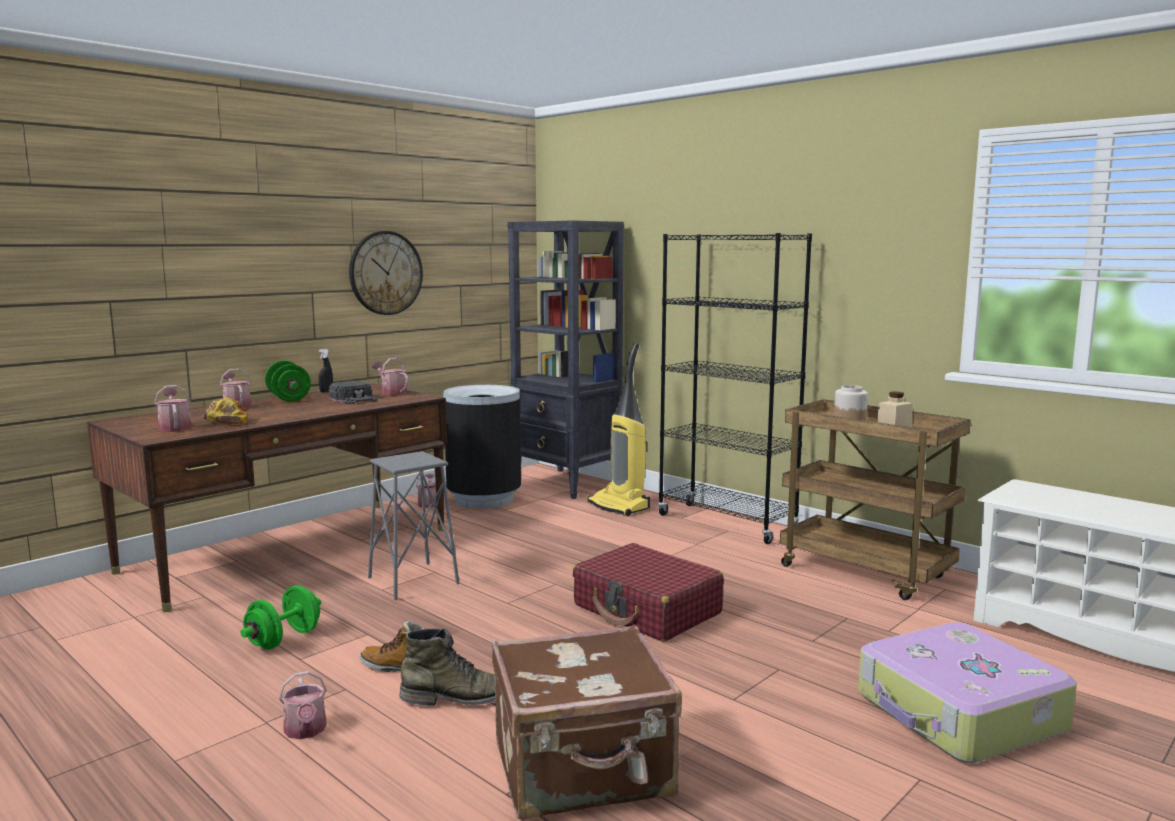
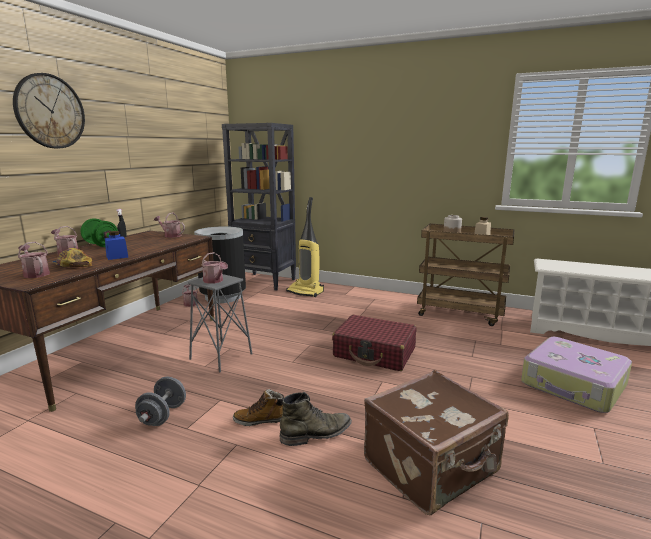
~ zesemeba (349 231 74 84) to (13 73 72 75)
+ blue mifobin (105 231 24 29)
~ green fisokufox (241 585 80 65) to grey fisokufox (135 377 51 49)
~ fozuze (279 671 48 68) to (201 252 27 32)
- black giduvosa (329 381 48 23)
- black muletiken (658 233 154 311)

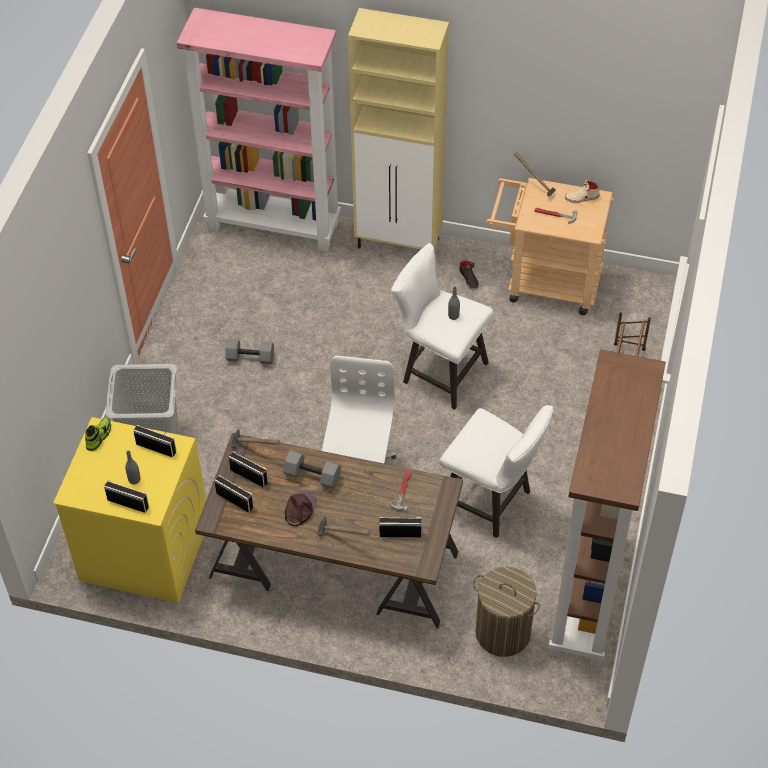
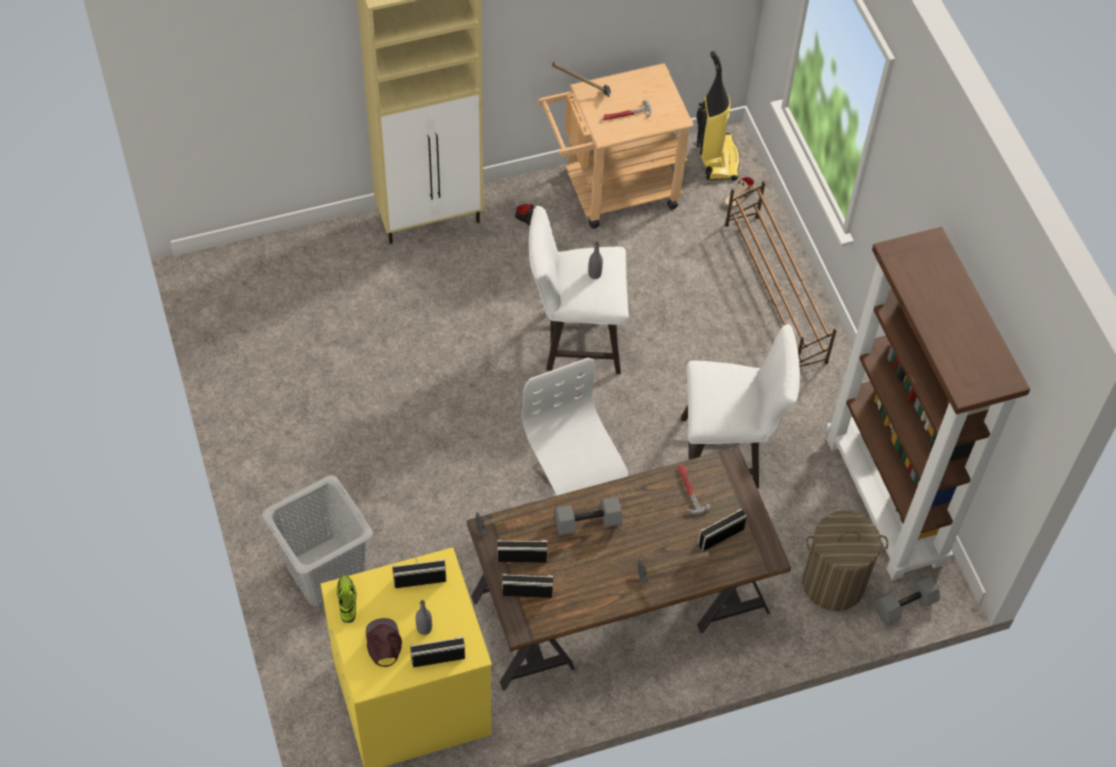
~ brown giduvosa (285 492 32 34) to (366 618 36 49)
+ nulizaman (696 51 44 130)
~ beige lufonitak (565 180 35 23) to (724 177 31 31)
~ grey fisokufox (225 339 49 25) to (874 576 66 47)
- pink muletiken (177 8 164 243)

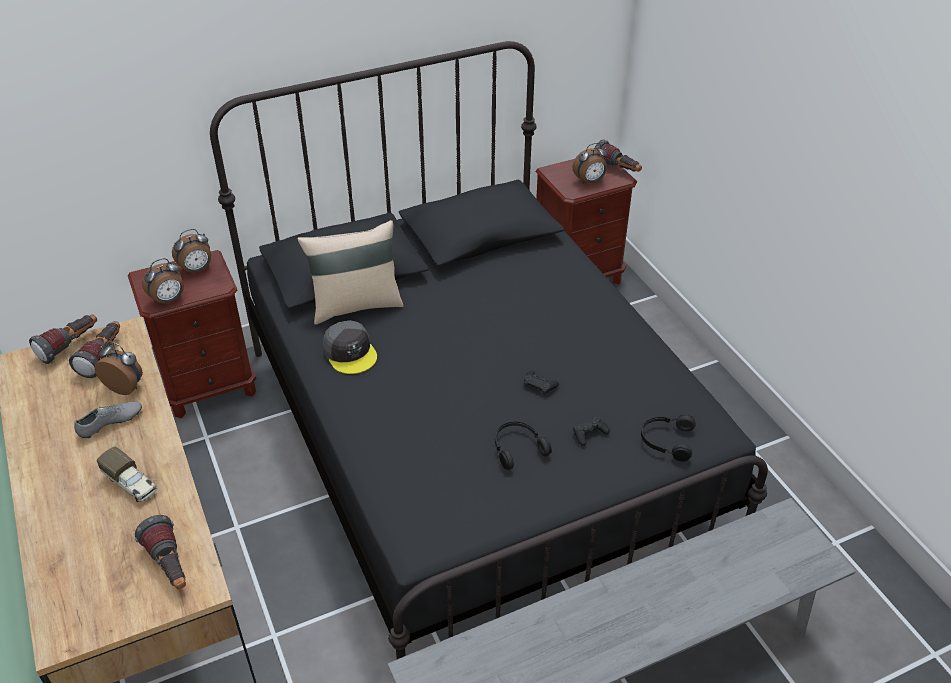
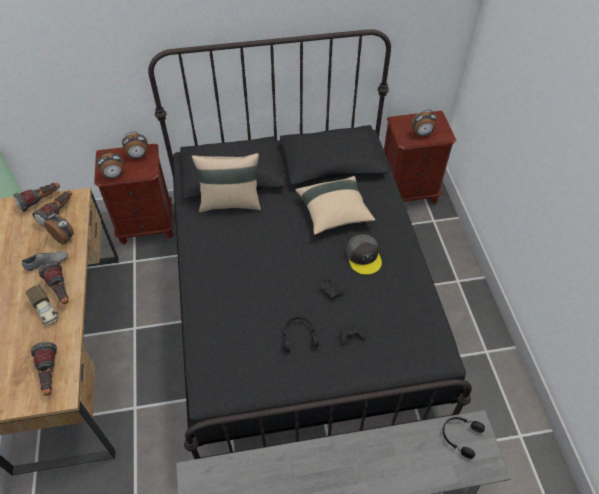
~ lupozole (594 140 48 32) to (39 262 30 42)
+ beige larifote (295 176 80 59)
~ grey giduvosa (323 320 54 54) to (346 234 36 41)
~ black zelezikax (641 414 55 48) to (443 417 42 42)

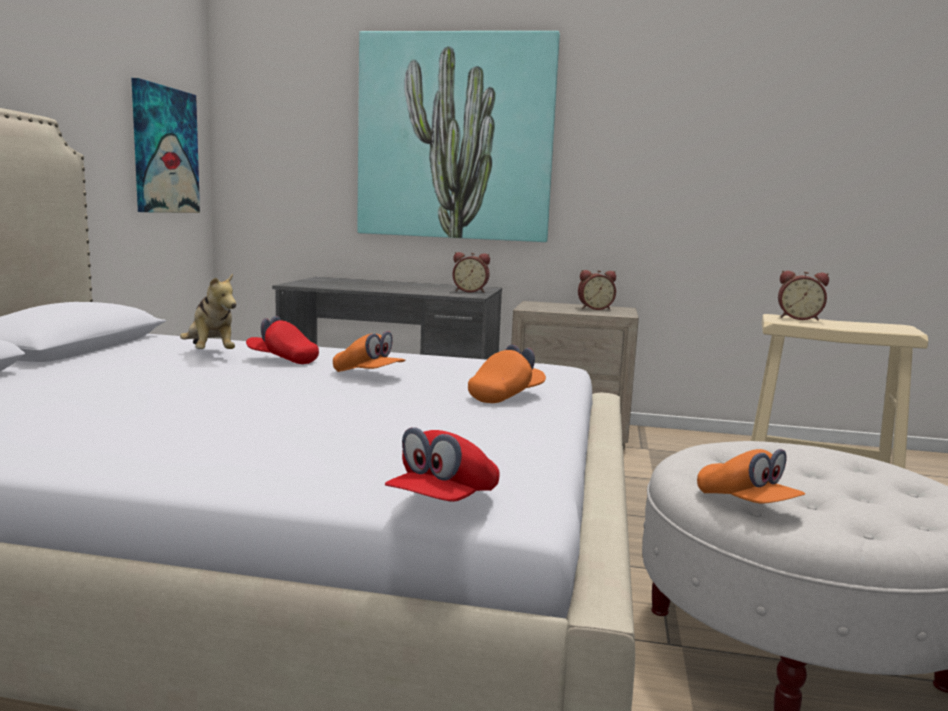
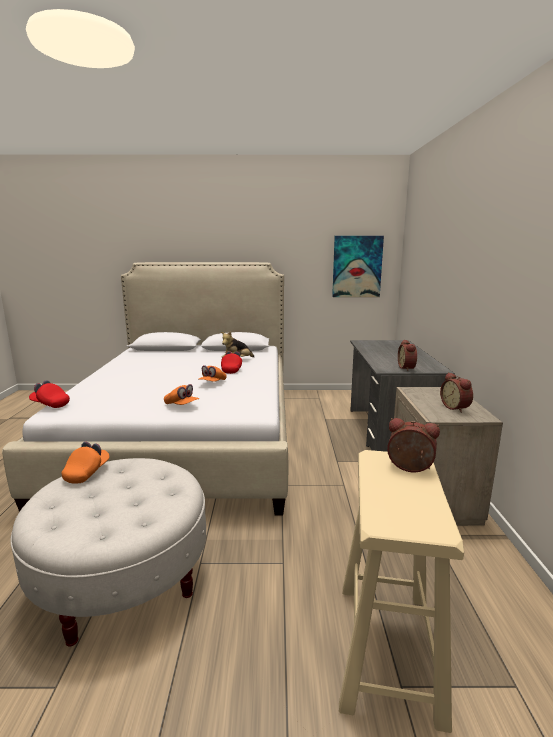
~ orange giduvosa (697 449 108 55) = (61 442 48 42) 150 degrees clockwise
~ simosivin (778 271 51 50) = (387 418 53 54) 105 degrees clockwise
- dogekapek (357 31 203 211)

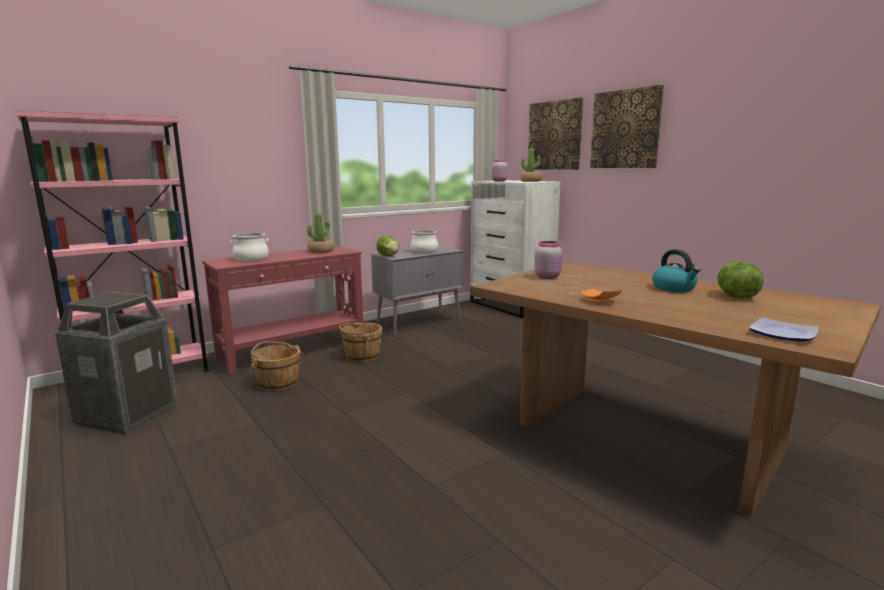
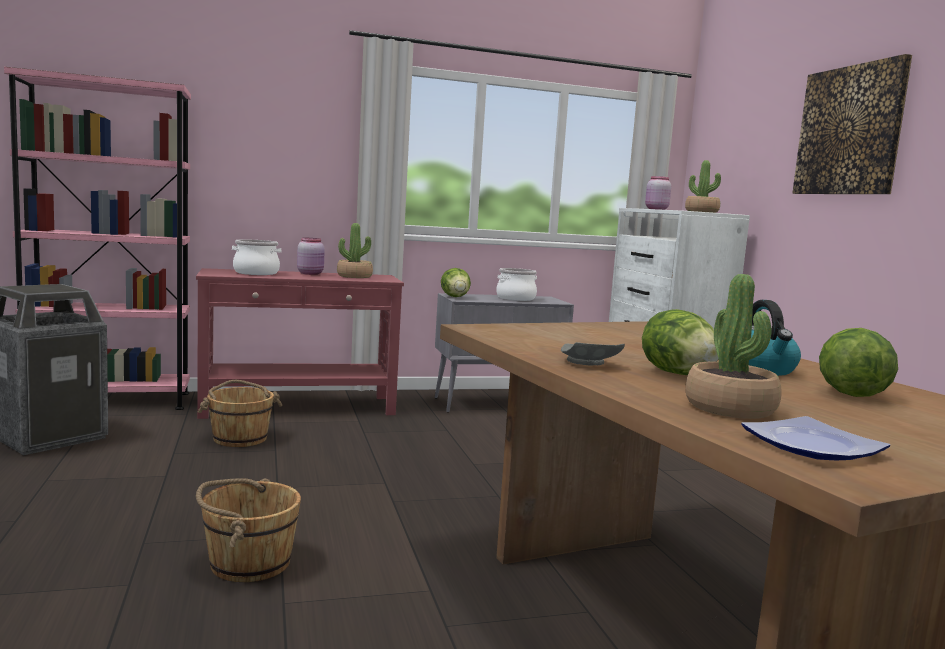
~ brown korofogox (338 322 44 40) to (196 478 105 104)
~ pink mifobin (534 241 28 38) to (297 238 28 37)
~ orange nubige (581 287 41 16) to grey nubige (561 342 64 24)
+ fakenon (642 309 77 66)
+ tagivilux (686 274 95 145)
- dogekapek (528 97 56 73)

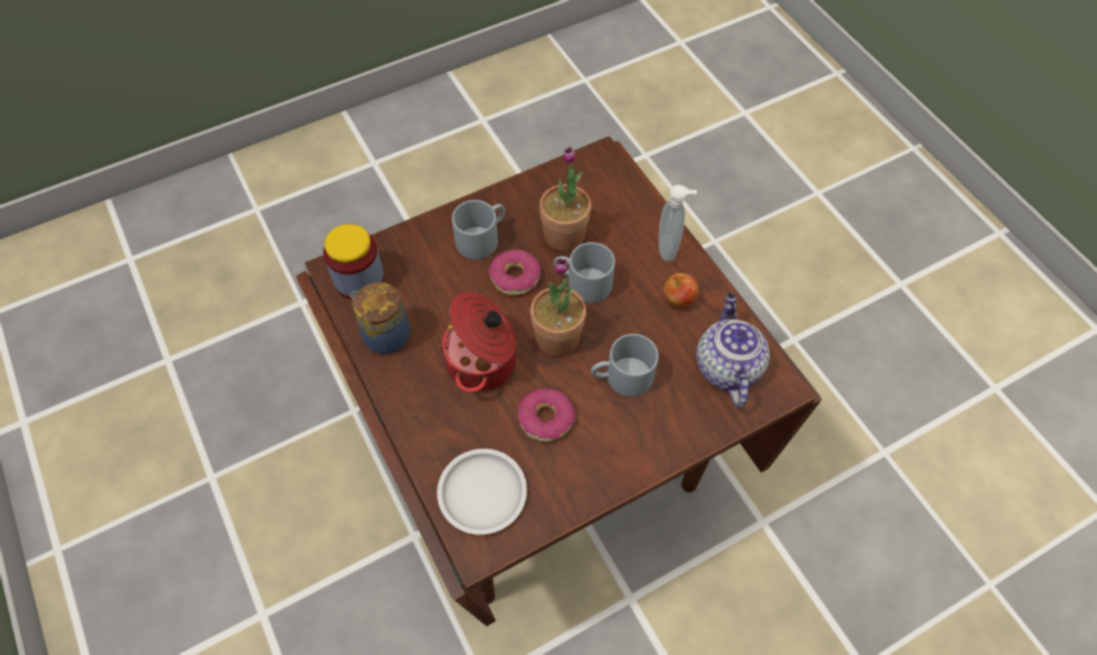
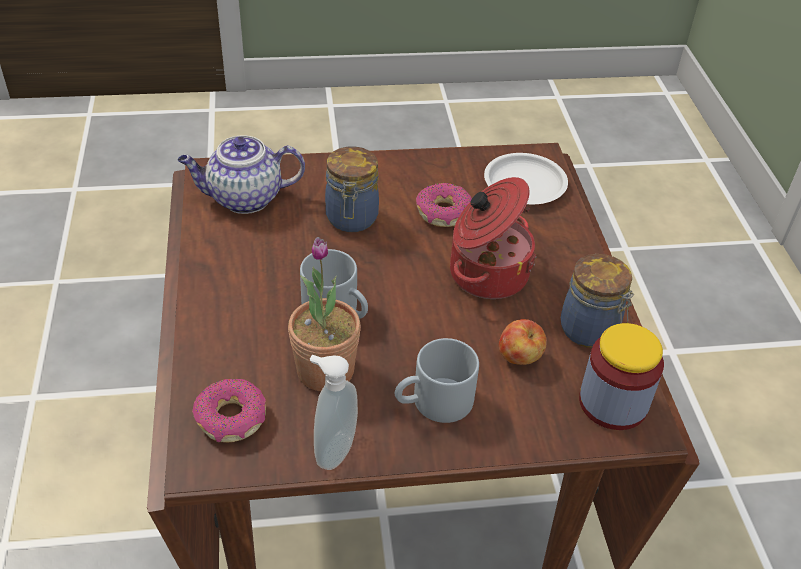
~ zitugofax (696 293 74 114) = (178 136 127 78) 60 degrees clockwise
~ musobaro (488 249 53 46) to (192 379 74 63)
~ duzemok (658 185 39 76) to (310 355 48 115)
~ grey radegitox (591 334 68 63) to mifobin (325 147 54 85)
~ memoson (664 273 35 34) to (499 319 48 46)
- tagivilux (530 258 56 98)

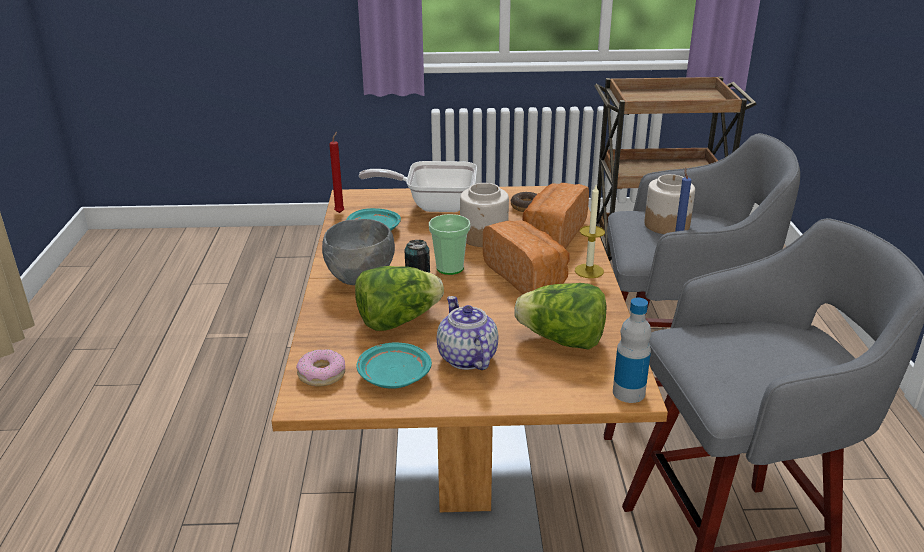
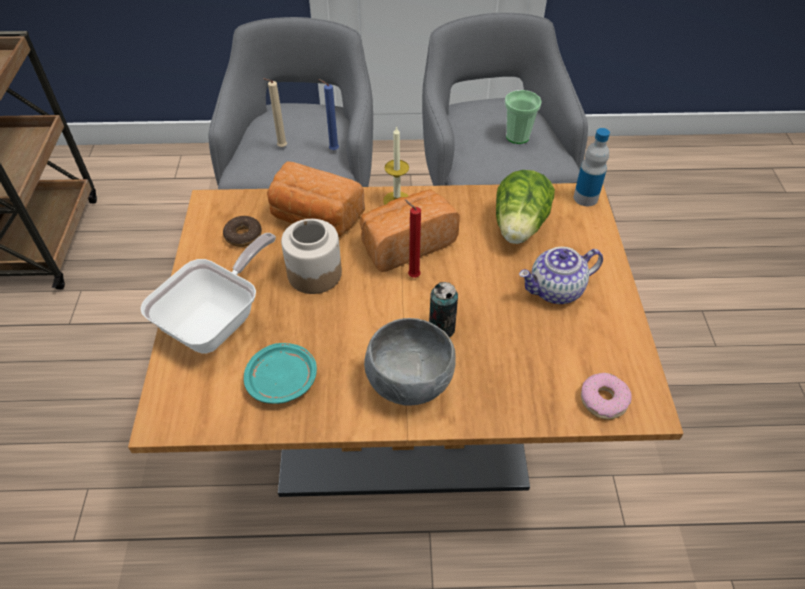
~ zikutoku (359 161 118 51) = (140 233 136 120) 150 degrees counterclockwise
~ mifobin (644 174 51 60) to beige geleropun (263 78 24 69)
~ red geleropun (329 132 16 81) to (404 199 17 79)
~ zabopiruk (429 214 41 61) to (505 90 37 54)
- fakenon (355 266 89 65)
- turquoise nubige (356 343 76 46)

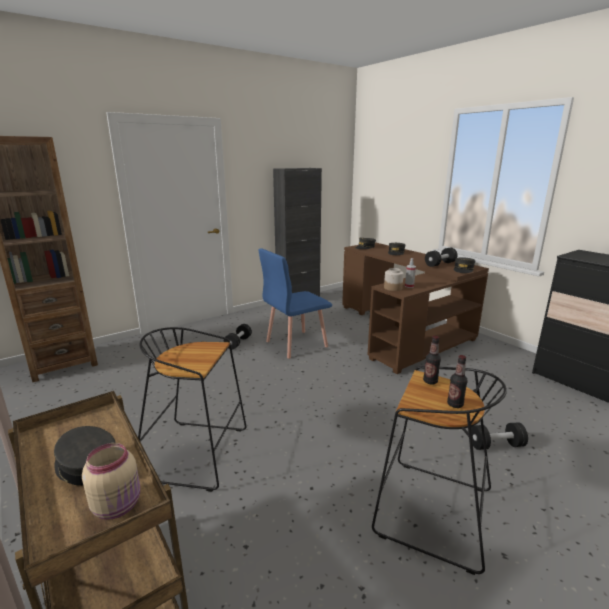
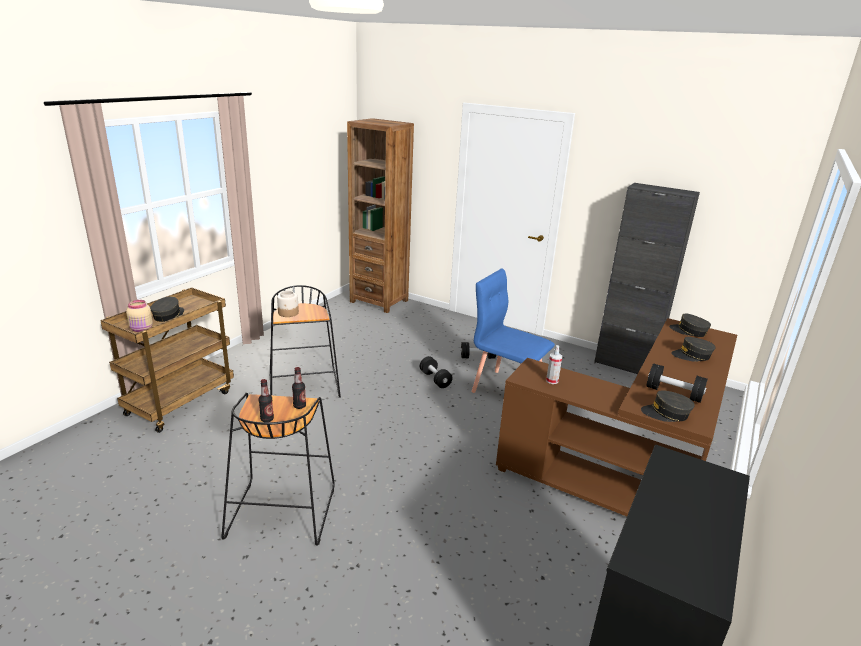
~ mifobin (384 268 20 23) to (277 291 22 26)
~ black fisokufox (471 422 57 28) to (420 356 33 32)

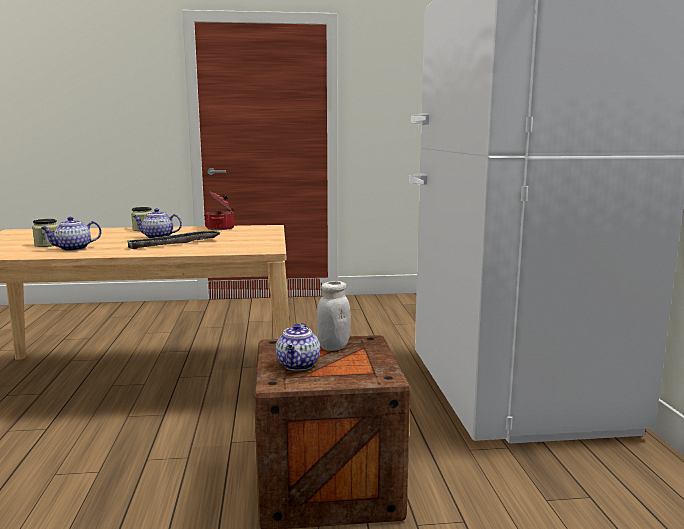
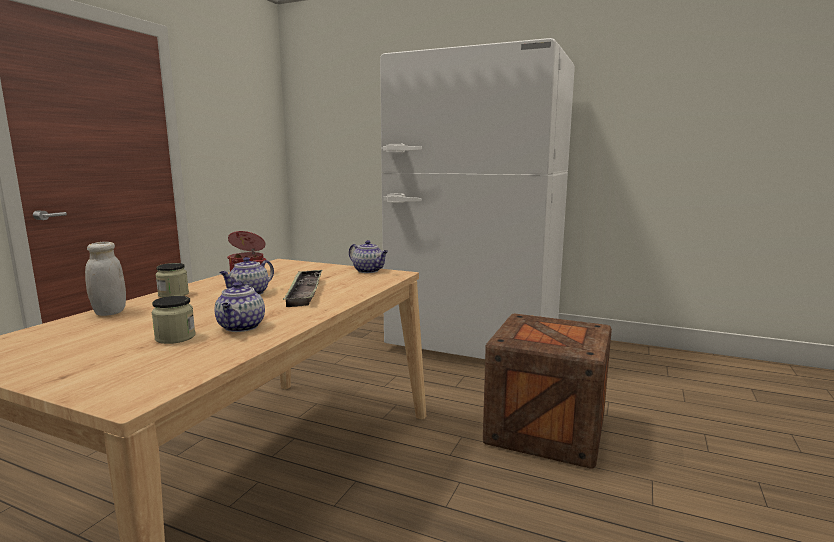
~ white mifobin (316 281 35 70) to (85 242 41 74)
~ zitugofax (276 323 44 48) to (349 240 39 33)

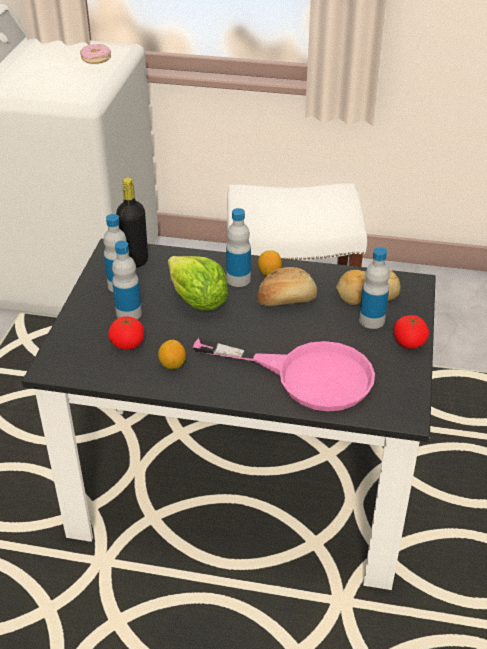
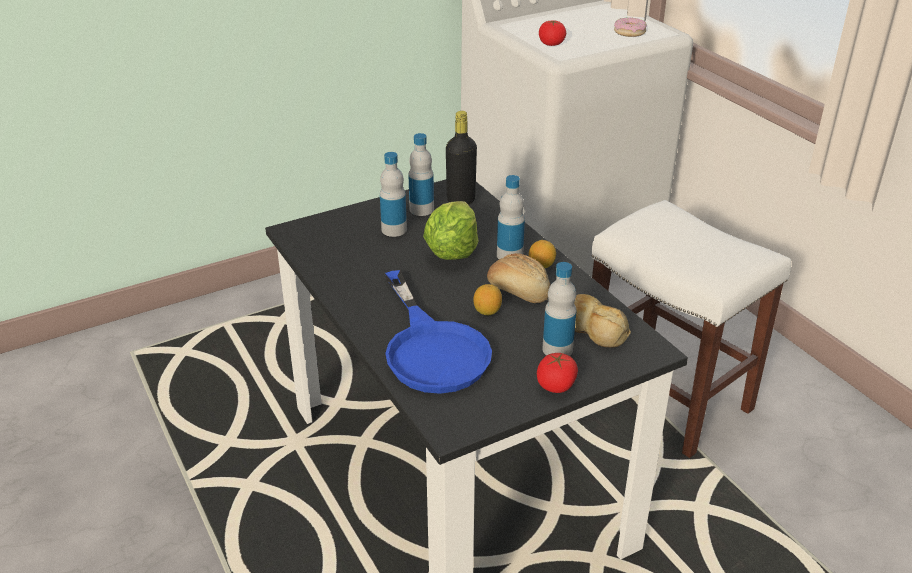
~ pink zikutoku (193 338 182 73) to blue zikutoku (385 270 107 124)
~ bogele (158 340 28 30) to (473 284 29 31)
~ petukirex (108 316 36 34) to (539 20 27 26)

